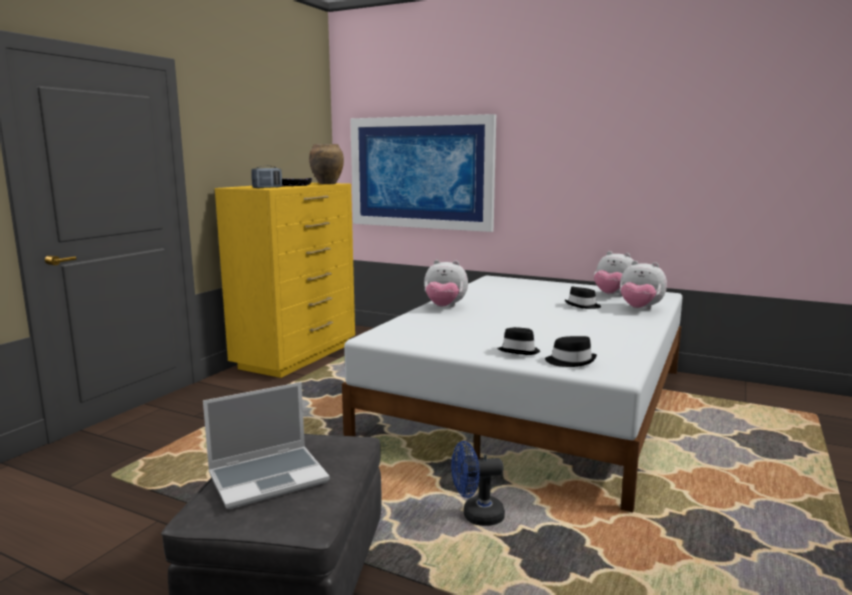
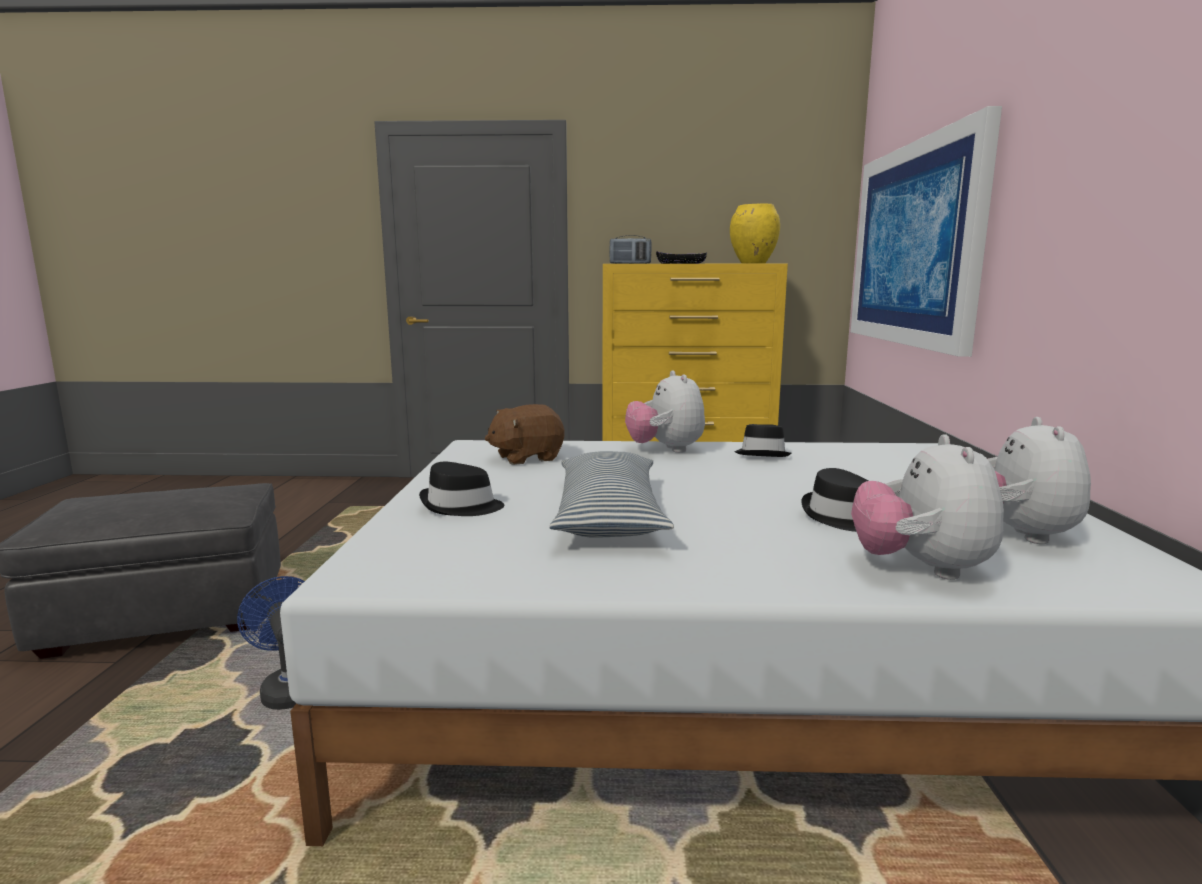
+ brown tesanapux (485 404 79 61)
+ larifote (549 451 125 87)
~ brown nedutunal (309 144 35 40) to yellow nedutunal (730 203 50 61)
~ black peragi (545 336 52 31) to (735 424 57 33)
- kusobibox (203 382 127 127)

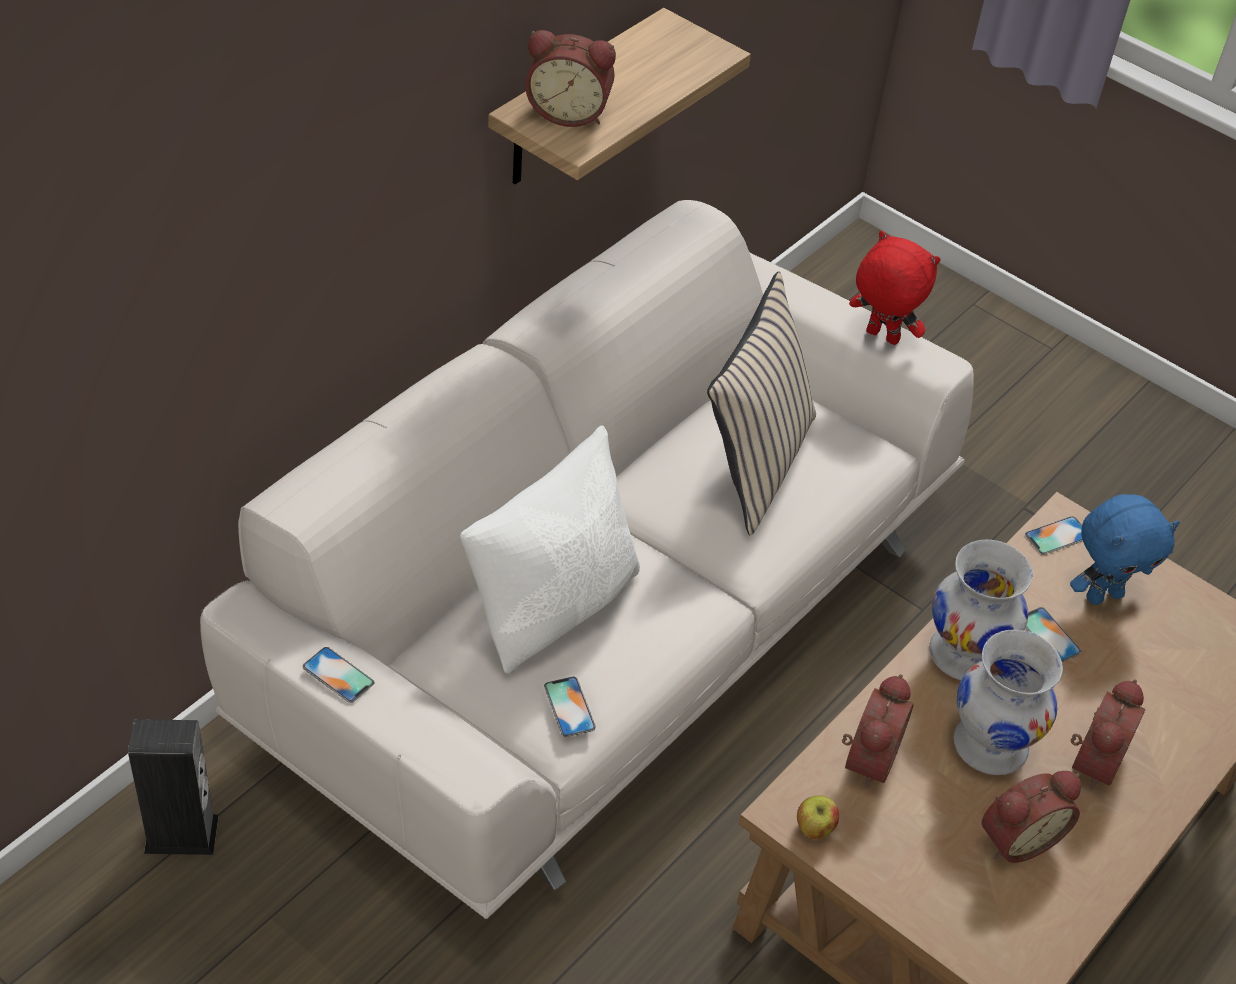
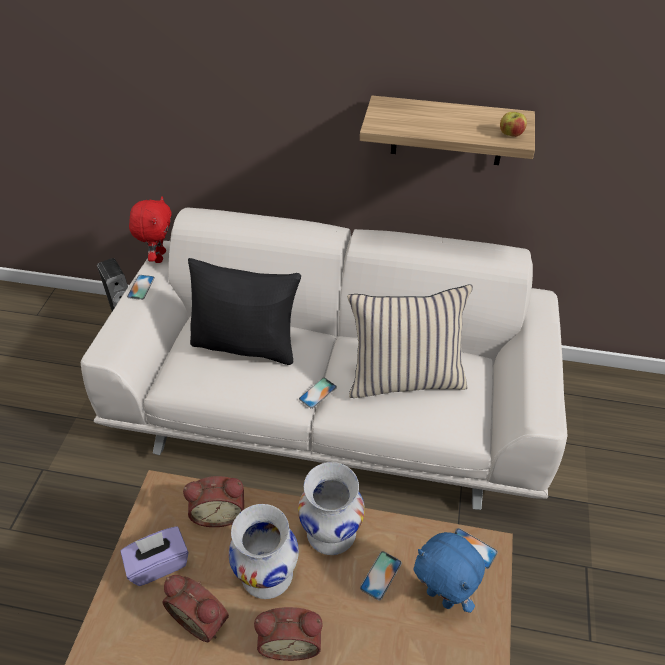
+ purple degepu (121 526 68 60)
~ red tesanapux (849 231 92 114) to (129 197 43 66)
~ white larifote (460 425 180 248) to black larifote (188 258 113 107)
~ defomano (544 677 52 60) to (299 378 38 31)
~ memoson (797 795 42 44) to (500 112 27 25)
- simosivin (525 30 91 97)

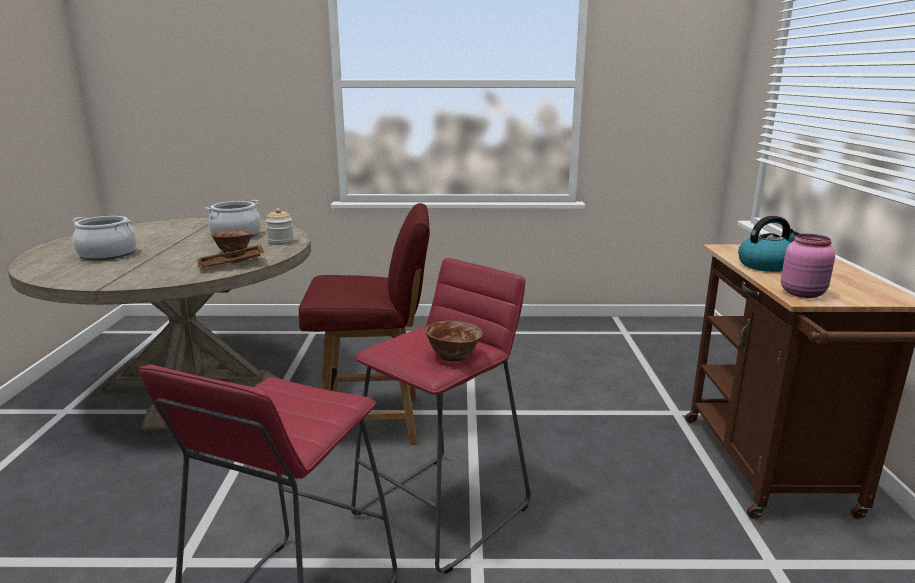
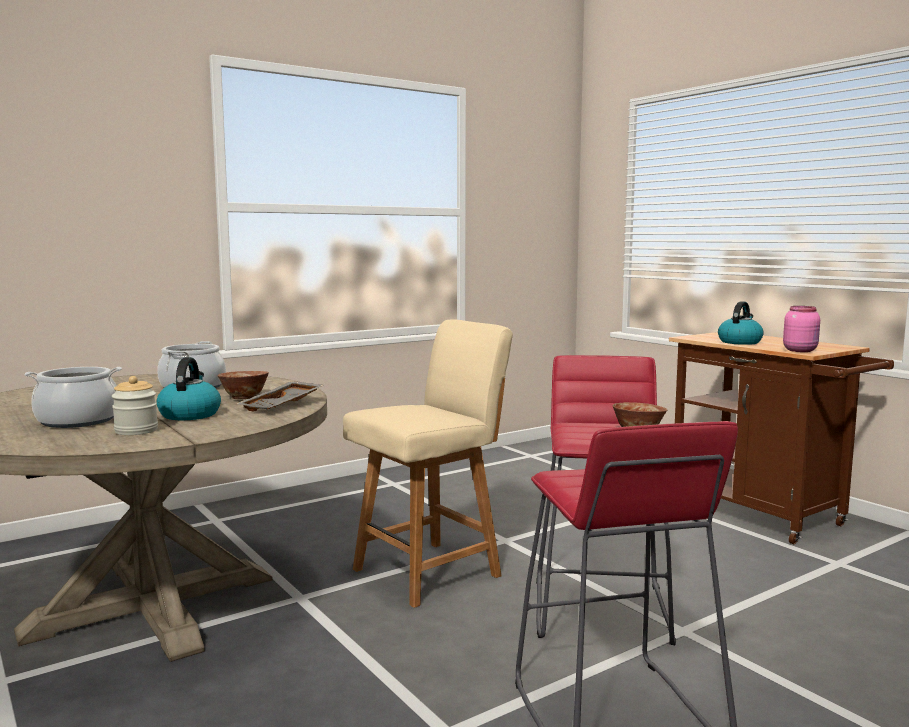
~ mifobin (266 208 28 37) to (112 376 46 59)
+ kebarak (156 357 65 63)
~ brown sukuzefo (197 245 67 23) to grey sukuzefo (237 381 86 31)
~ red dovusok (299 203 131 242) to beige dovusok (343 320 170 288)

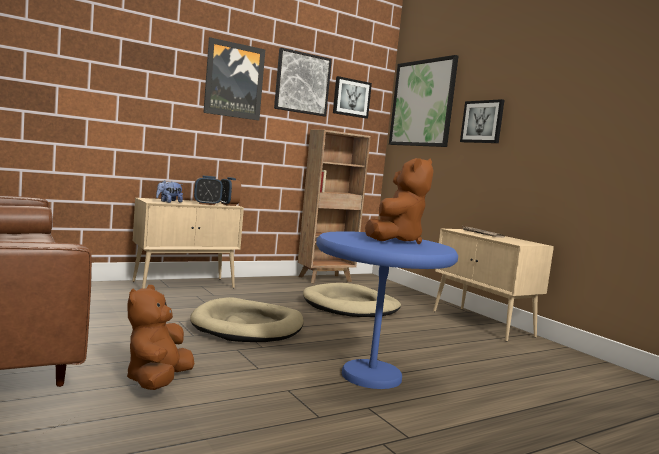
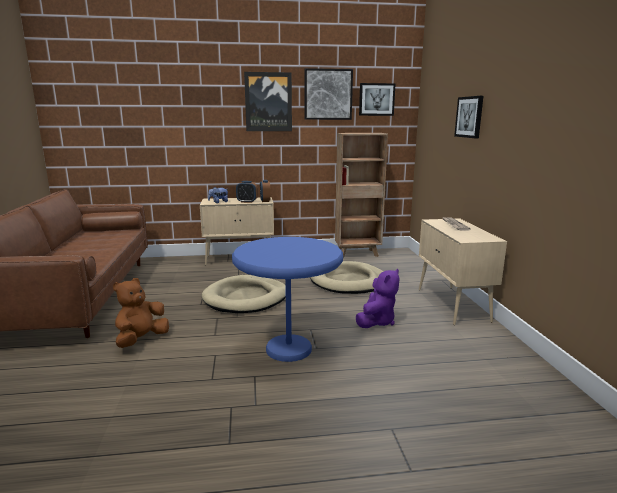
+ purple tesanapux (356 269 44 59)
- brown tesanapux (365 158 69 86)
- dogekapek (389 55 69 92)

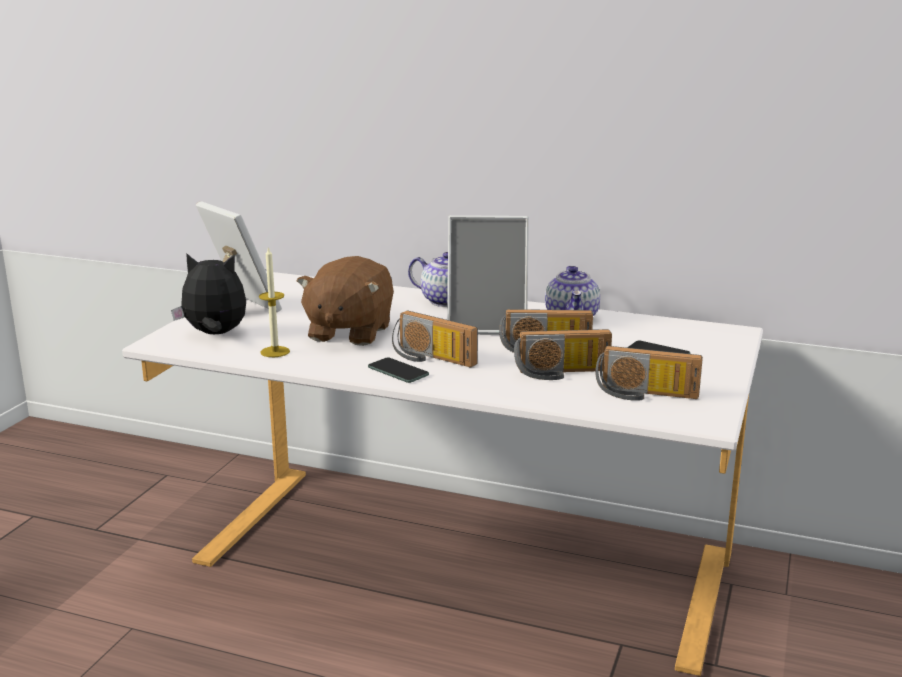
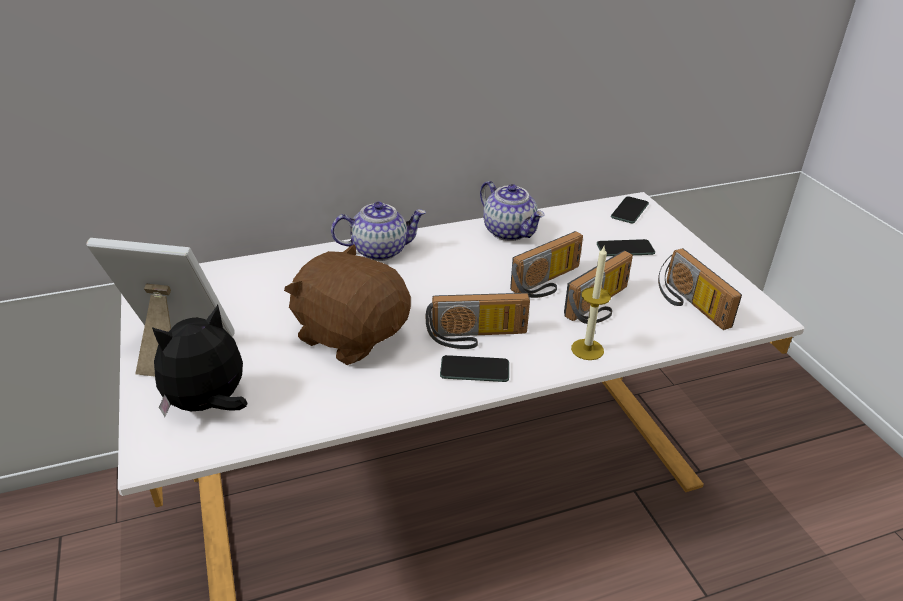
~ brown tesanapux (297 256 97 90) = (284 244 127 121) 150 degrees clockwise
~ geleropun (259 246 31 111) to (571 246 40 114)
+ defomano (611 196 38 27)
~ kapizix (595 346 108 55) = (658 248 84 82) 90 degrees clockwise
- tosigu (447 215 82 120)

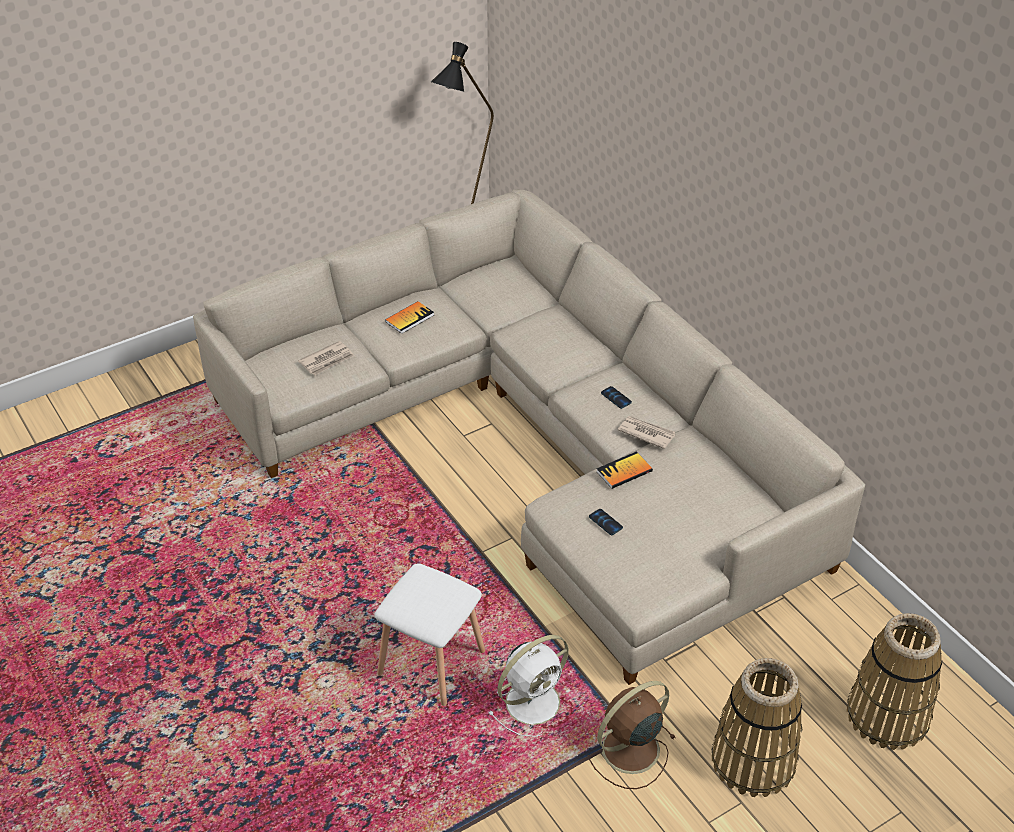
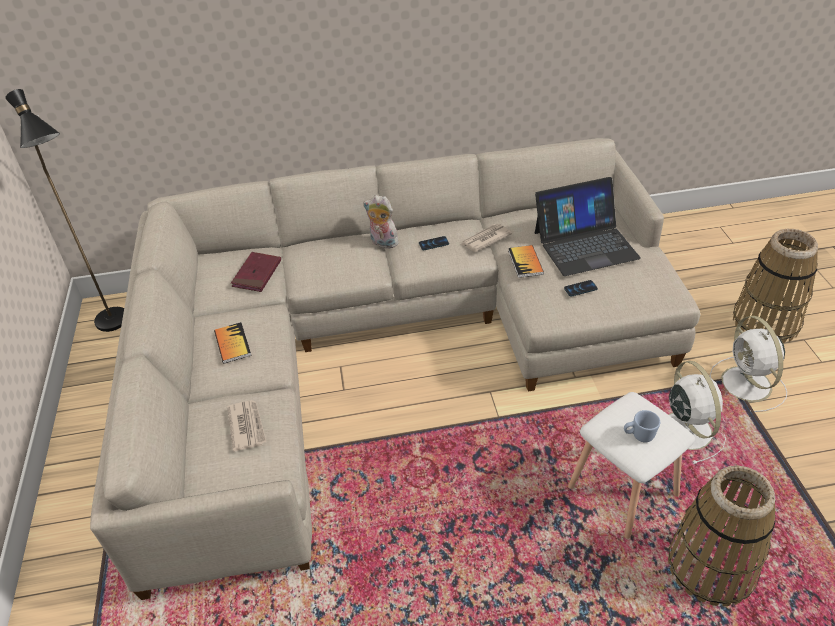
+ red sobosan (231 252 50 40)
+ tesanapux (363 195 36 54)
+ kusobibox (535 177 106 99)
+ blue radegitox (624 410 36 32)
~ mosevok (847 613 95 137) to (668 465 108 141)
~ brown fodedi (588 681 88 108) to white fodedi (710 316 77 96)

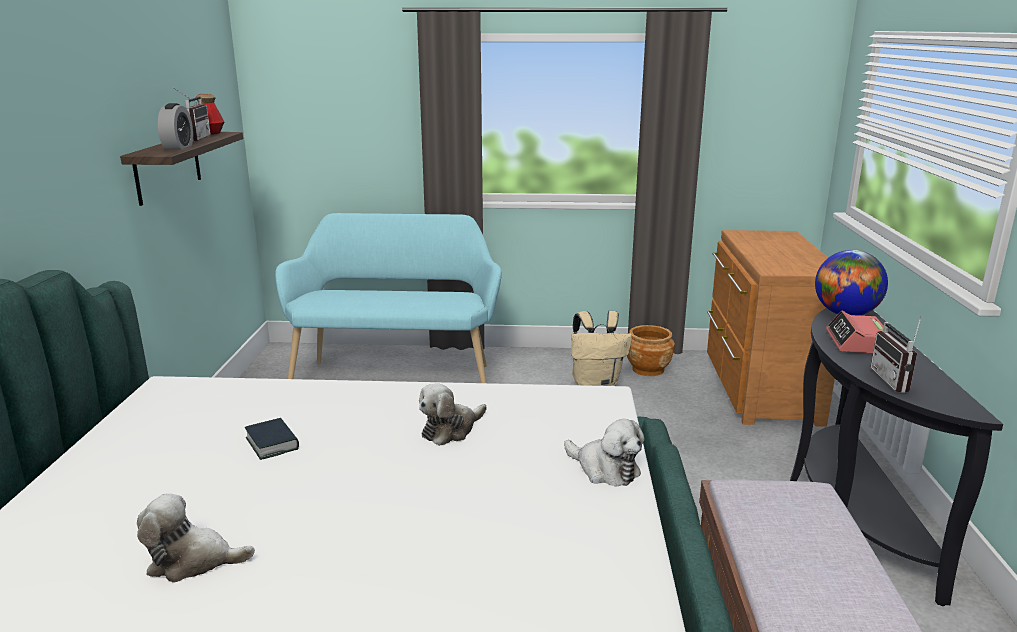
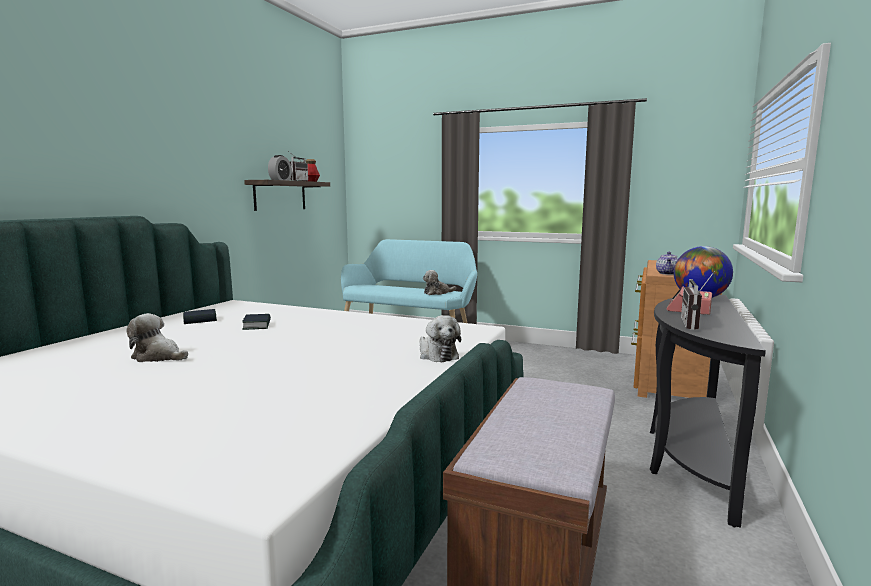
+ sobosan (183 309 34 15)
~ tesanapux (419 383 67 63) to (423 270 33 25)
+ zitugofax (656 252 22 23)
- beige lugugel (571 311 61 75)
- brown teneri (627 325 48 51)

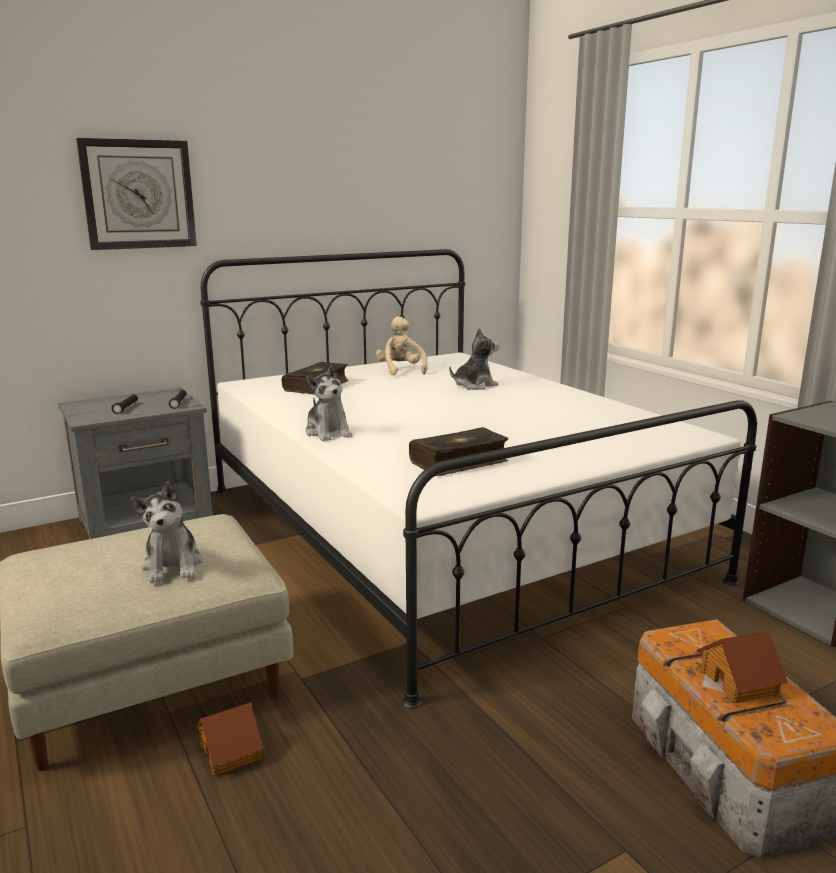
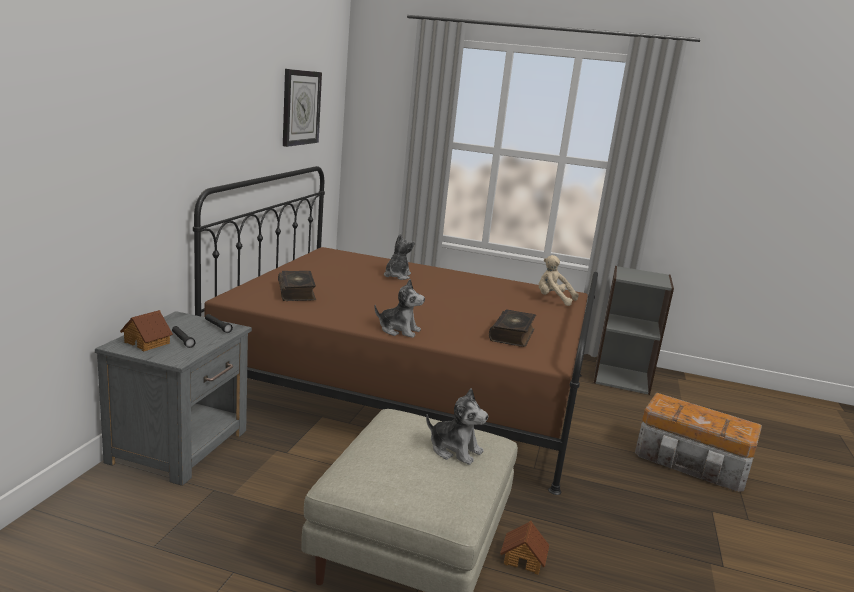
~ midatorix (697 631 91 72) to (120 310 53 41)
~ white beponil (200 249 557 460) to brown beponil (193 166 405 329)
~ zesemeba (76 138 121 112) to (283 69 39 78)
~ beige tesanapux (376 316 51 60) to (539 255 40 51)

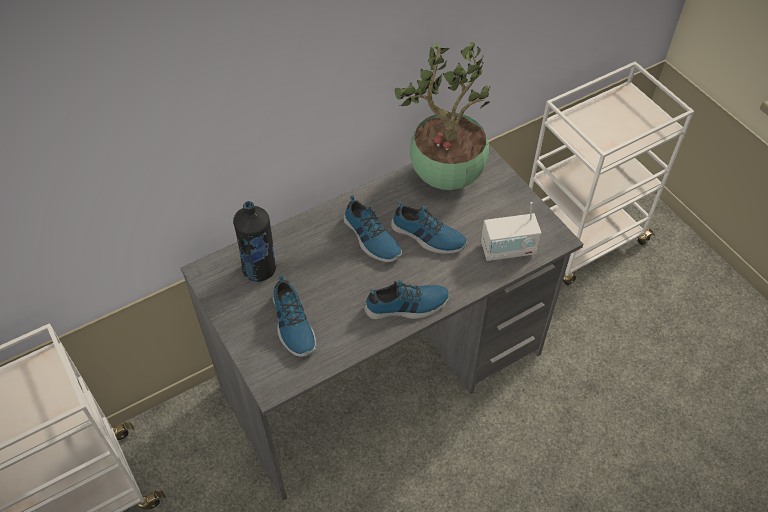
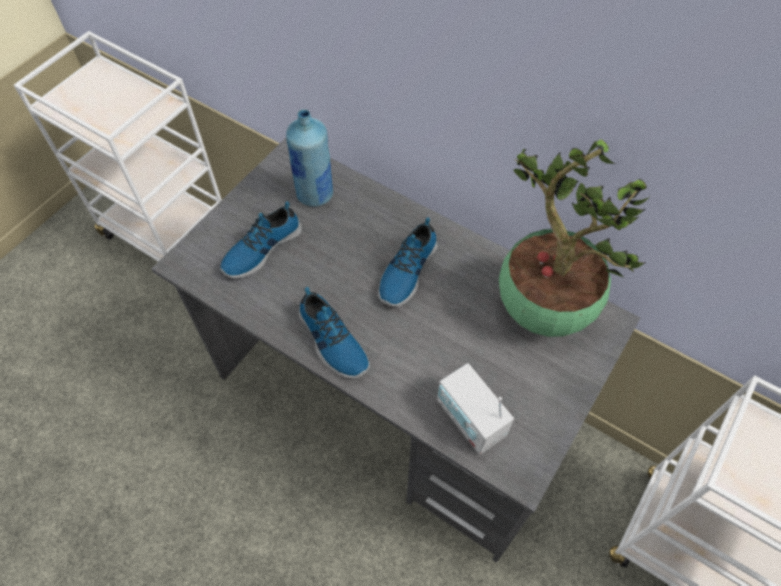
~ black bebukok (233 201 43 81) to blue bebukok (286 109 47 98)
- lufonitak (391 201 76 53)

